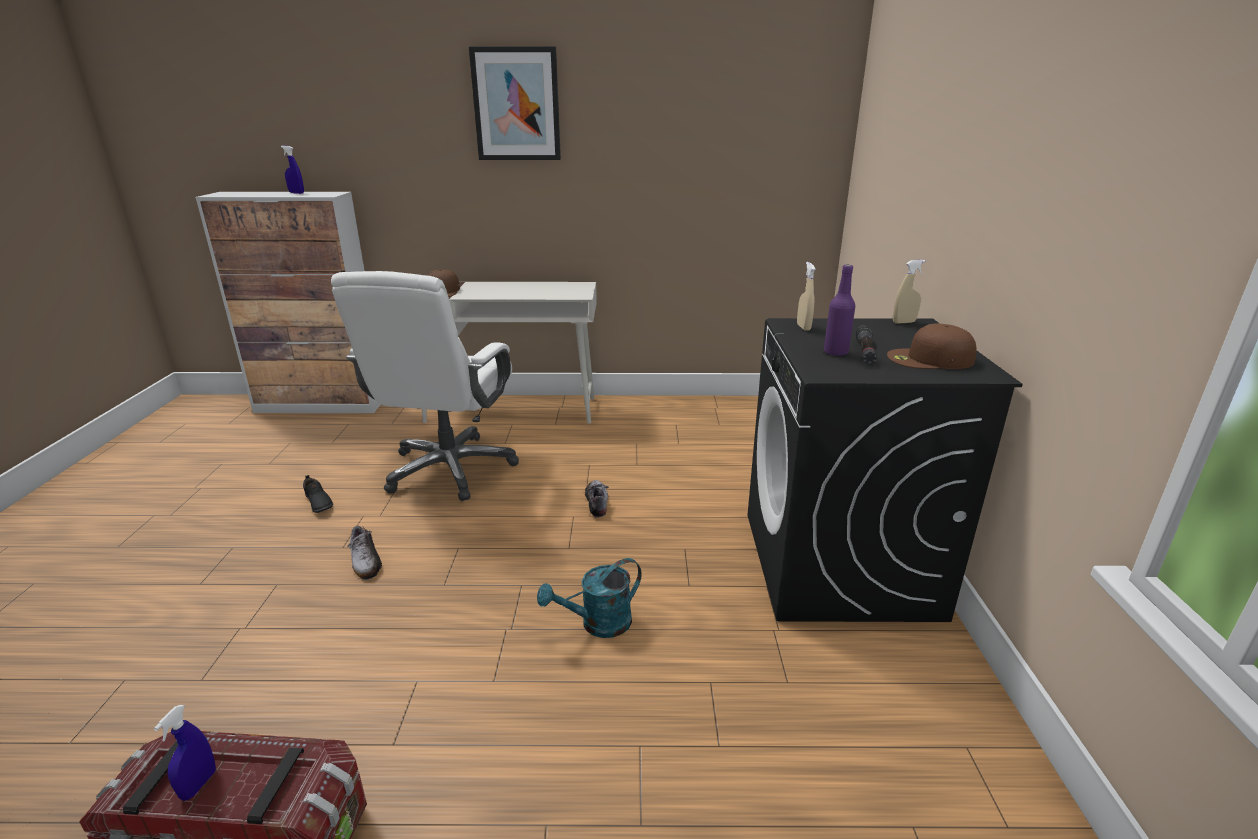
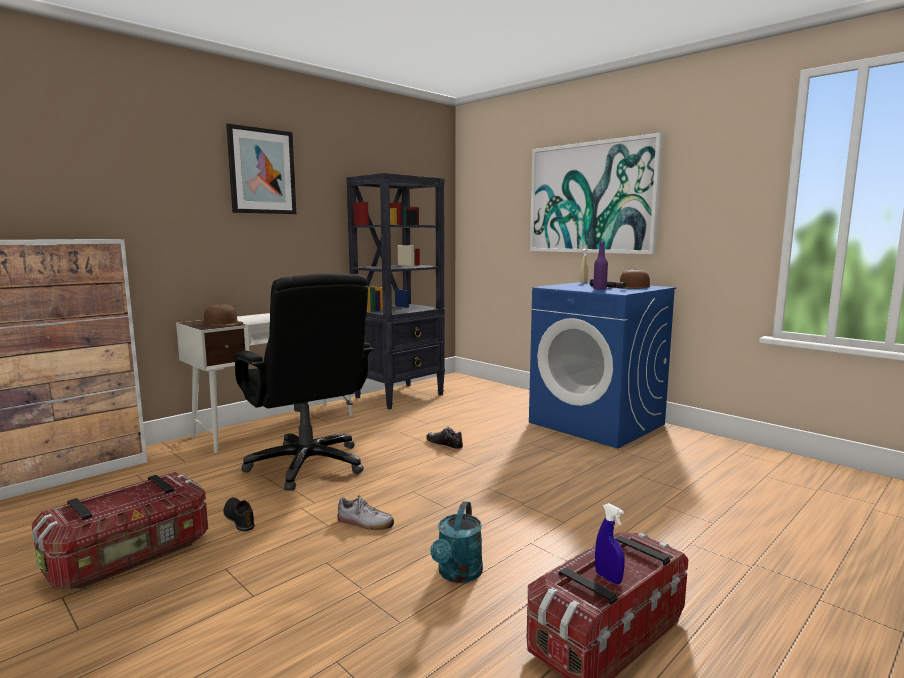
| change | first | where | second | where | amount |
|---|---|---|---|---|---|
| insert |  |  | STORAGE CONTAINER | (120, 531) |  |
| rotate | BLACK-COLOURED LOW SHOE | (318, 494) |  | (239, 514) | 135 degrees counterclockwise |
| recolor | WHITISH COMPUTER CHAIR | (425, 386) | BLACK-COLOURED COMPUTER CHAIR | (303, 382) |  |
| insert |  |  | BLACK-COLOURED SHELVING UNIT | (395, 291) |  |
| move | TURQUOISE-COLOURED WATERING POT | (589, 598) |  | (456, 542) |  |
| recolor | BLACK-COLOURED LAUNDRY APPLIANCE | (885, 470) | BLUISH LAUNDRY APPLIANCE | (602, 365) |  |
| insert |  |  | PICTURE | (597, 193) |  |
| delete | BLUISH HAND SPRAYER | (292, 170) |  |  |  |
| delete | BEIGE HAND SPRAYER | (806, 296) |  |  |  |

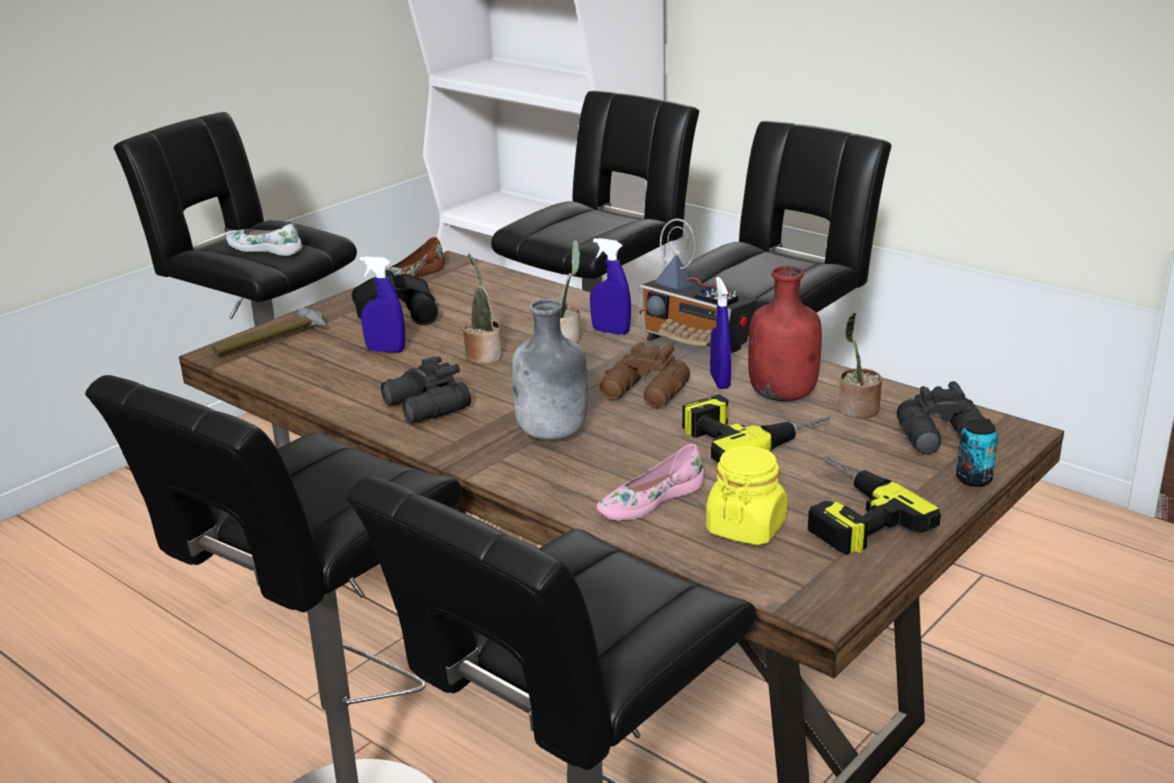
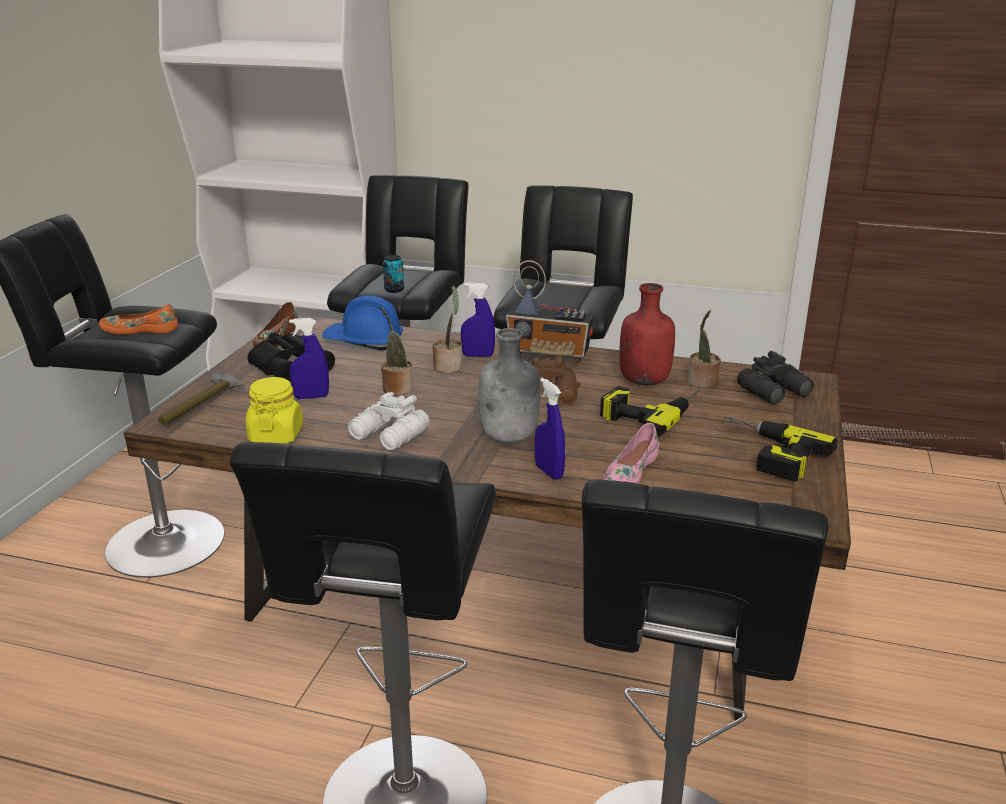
| change | first | where | second | where | amount |
|---|---|---|---|---|---|
| recolor | WHITISH LOW SHOE | (264, 239) | ORANGE-COLOURED LOW SHOE | (138, 319) |  |
| move | YELLOW PRESERVE JAR | (746, 495) |  | (274, 410) |  |
| insert |  |  | BLUISH HARD HAT | (362, 323) |  |
| recolor | BLACK-COLOURED FIELD GLASSES | (426, 390) | WHITISH FIELD GLASSES | (389, 421) |  |
| move | SEALED CAN | (977, 453) |  | (393, 274) |  |
| move | BLUISH HAND SPRAYER | (720, 333) |  | (550, 429) |  |

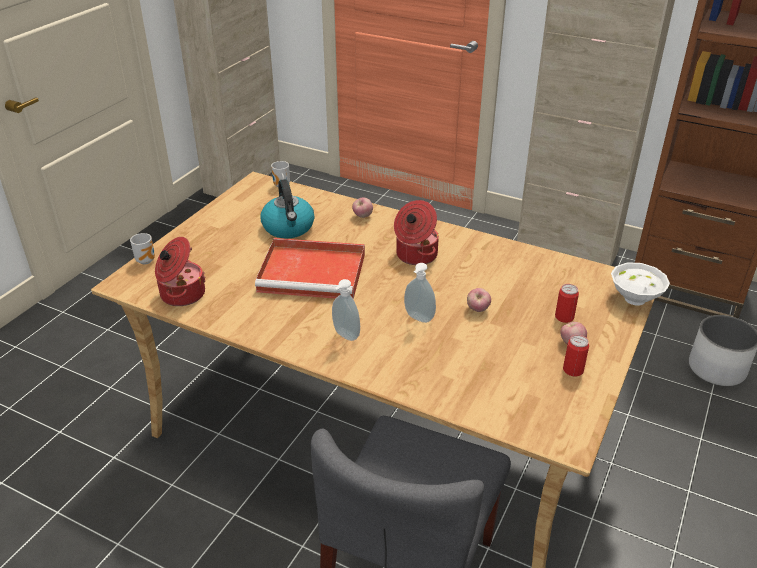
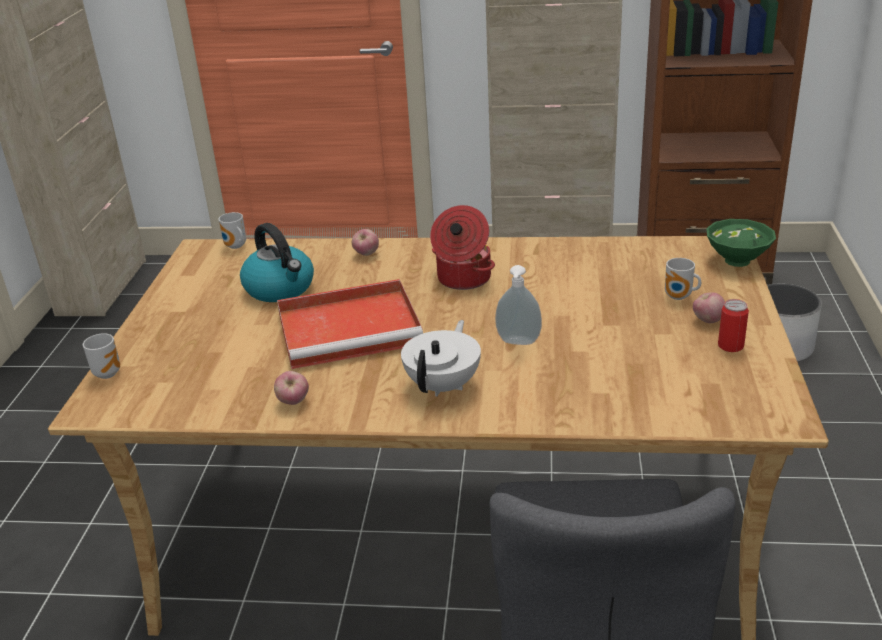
| change | first | where | second | where | amount |
|---|---|---|---|---|---|
| move | APPLE FRUIT | (479, 300) |  | (291, 388) |  |
| replace | SOAP BOTTLE | (346, 310) | WHITISH TEAPOT | (441, 358) |  |
| replace | SEALED CAN | (567, 303) | TEA MUG | (683, 279) |  |
| recolor | WHITISH SERVING BOWL | (640, 284) | GREEN-COLOURED SERVING BOWL | (741, 243) |  |
| delete | COOKING POT | (180, 271) |  |  |  |

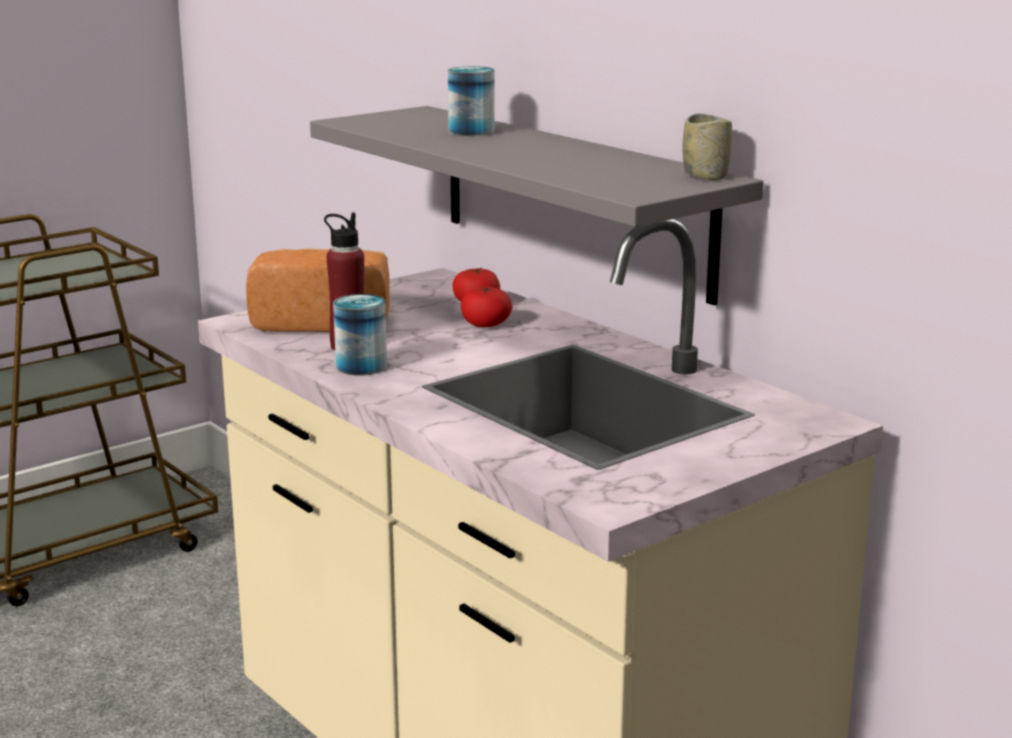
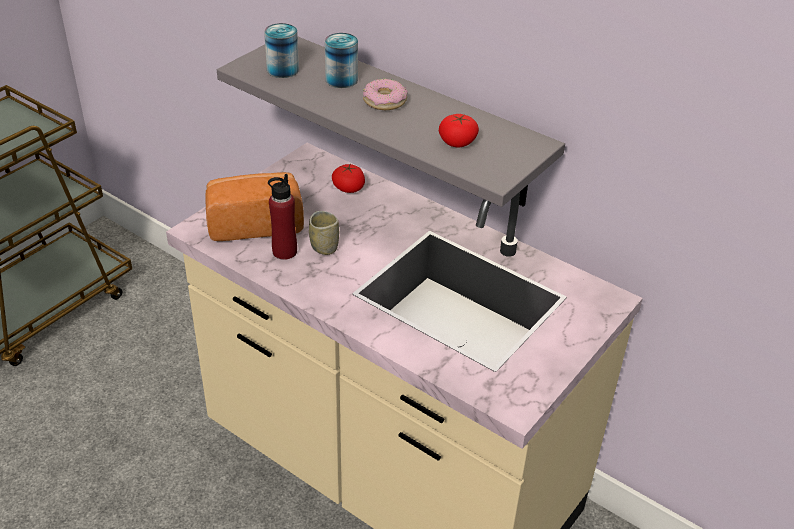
| change | first | where | second | where | amount |
|---|---|---|---|---|---|
| move | SEALED CAN | (360, 335) |  | (281, 50) |  |
| move | DRINKING CUP | (707, 146) |  | (324, 233) |  |
| insert |  |  | RING DOUGHNUT | (385, 94) |  |
| move | WHOLE TOMATO | (487, 307) |  | (459, 131) |  |

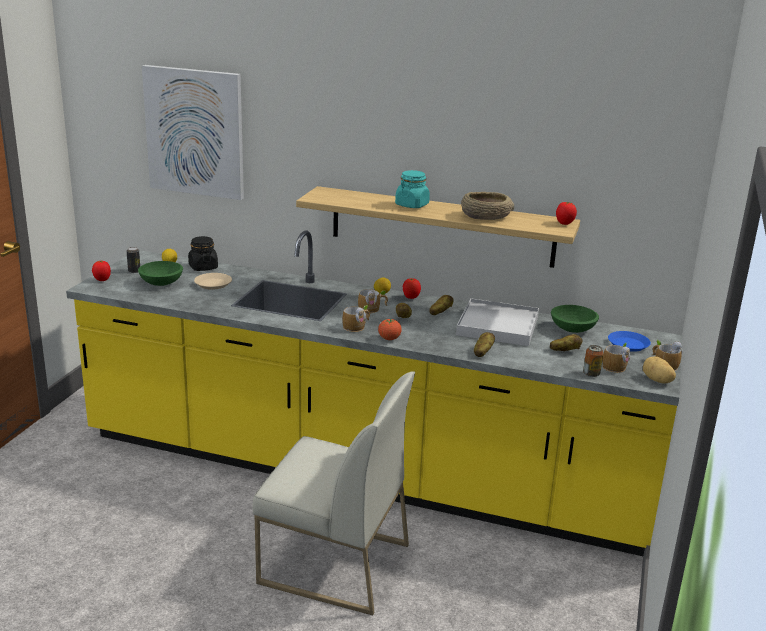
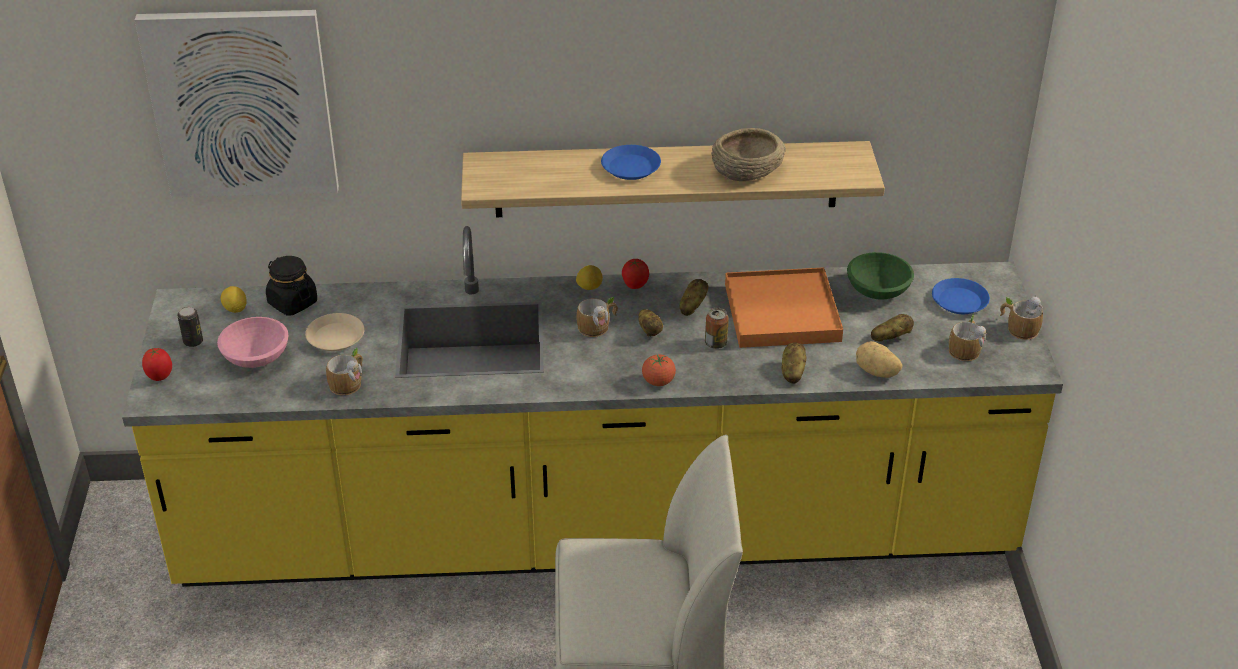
| change | first | where | second | where | amount |
|---|---|---|---|---|---|
| recolor | GREEN-COLOURED SERVING BOWL | (160, 273) | PINK-COLOURED SERVING BOWL | (253, 342) |  |
| move | TEA MUG | (356, 318) |  | (344, 371) |  |
| replace | TURQUOISE-COLOURED PRESERVE JAR | (412, 189) | BLUISH FLAT DISH | (631, 162) |  |
| move | SEALED CAN | (593, 361) |  | (717, 328) |  |
| recolor | WHITISH SERVING TRAY | (497, 322) | ORANGE-COLOURED SERVING TRAY | (784, 307) |  |
| move | SPUD | (659, 370) |  | (879, 359) |  |
| delete | WHOLE TOMATO | (566, 213) |  |  |  |

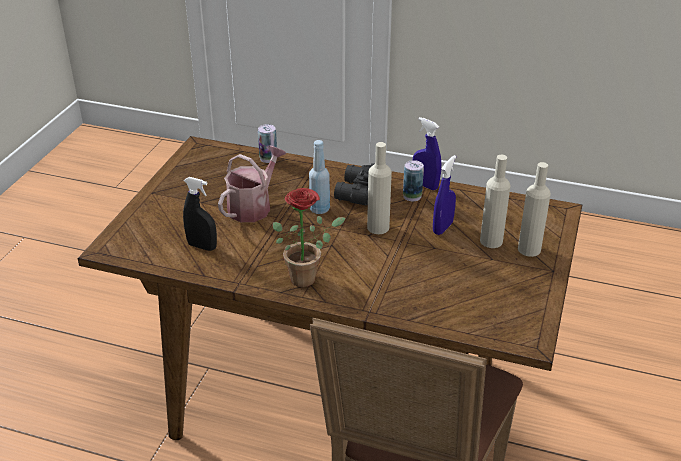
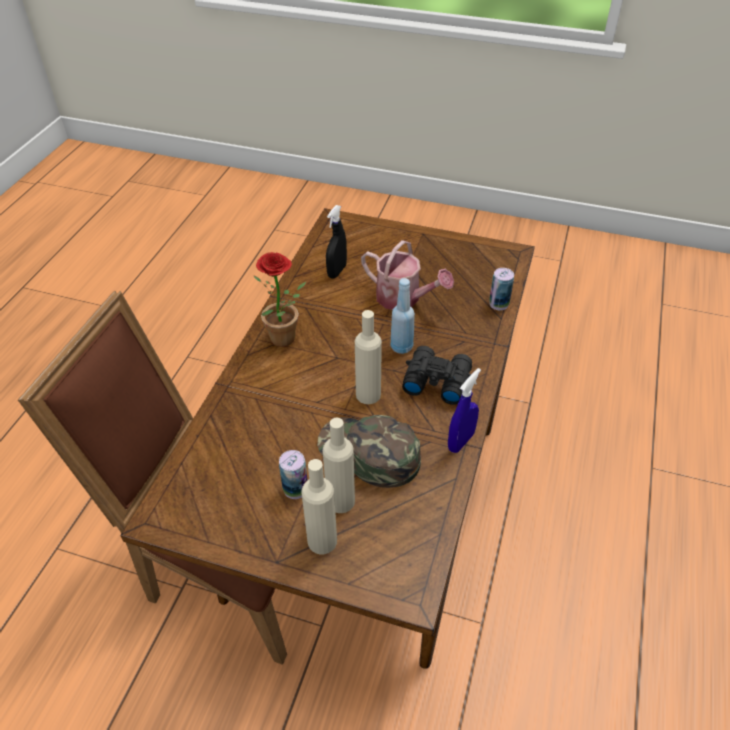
| change | first | where | second | where | amount |
|---|---|---|---|---|---|
| move | SEALED CAN | (413, 180) |  | (293, 474) |  |
| replace | BLUISH HAND SPRAYER | (444, 195) | GREEN-COLOURED PEAKED CAP | (369, 451) |  |

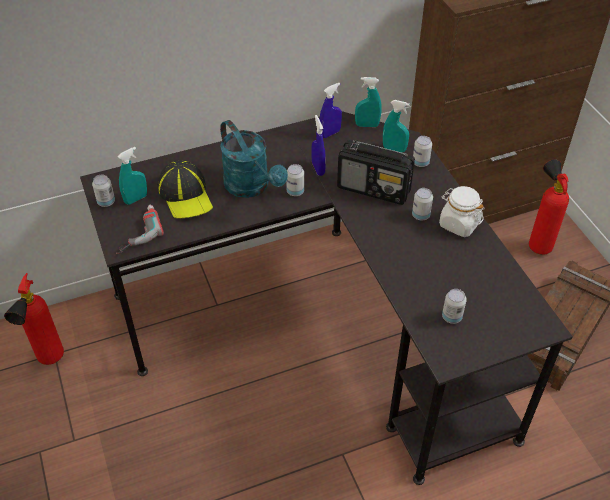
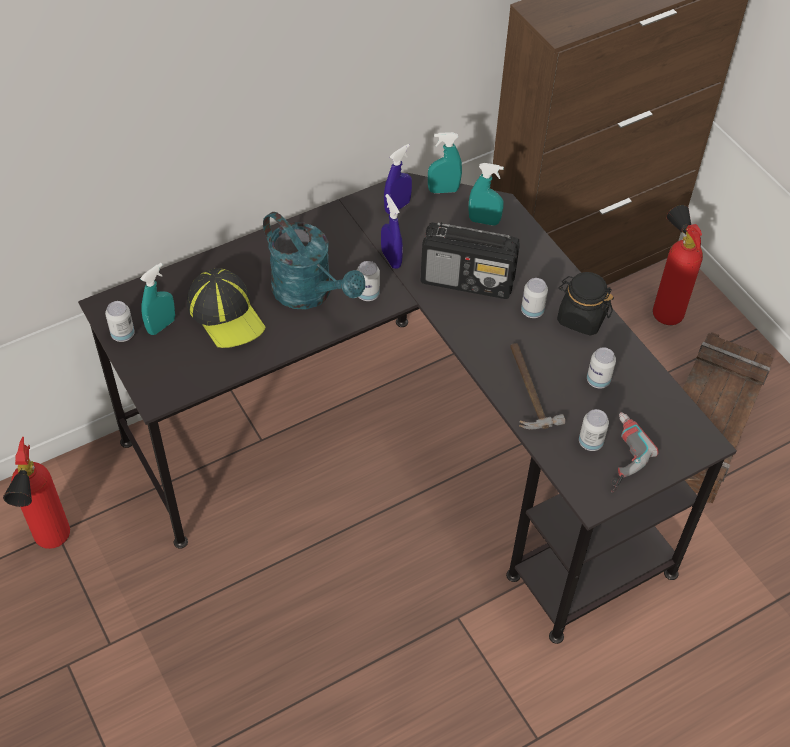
| change | first | where | second | where | amount |
|---|---|---|---|---|---|
| insert |  |  | HAND HAMMER | (537, 386) |  |
| recolor | WHITISH PRESERVE JAR | (462, 211) | BLACK-COLOURED PRESERVE JAR | (585, 304) |  |
| move | SEALED CAN | (422, 151) |  | (601, 368) |  |
| move | ELECTRIC DRILL | (140, 229) |  | (635, 452) |  |

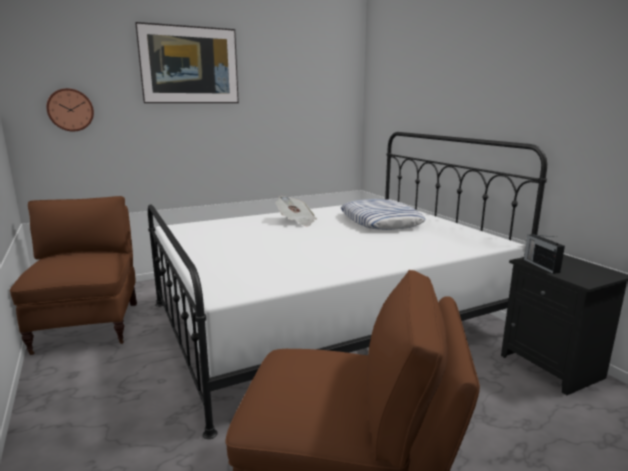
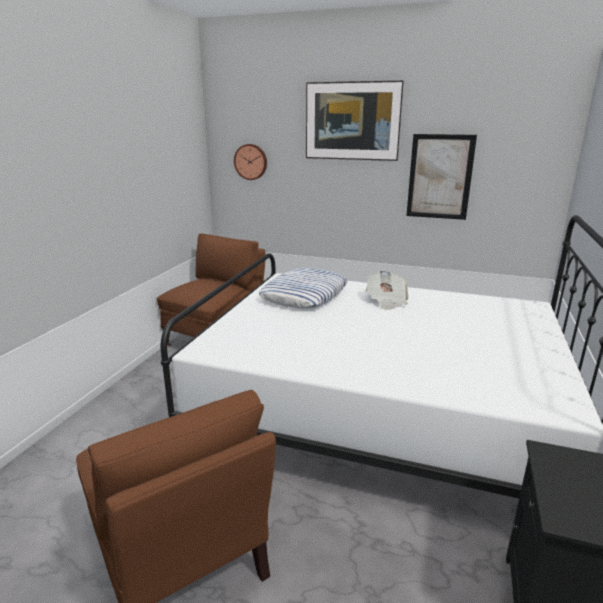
| change | first | where | second | where | amount |
|---|---|---|---|---|---|
| move | PILLOW | (383, 214) |  | (303, 288) |  |
| insert |  |  | PICTURE | (442, 177) |  |
| delete | RADIO | (544, 254) |  |  |  |

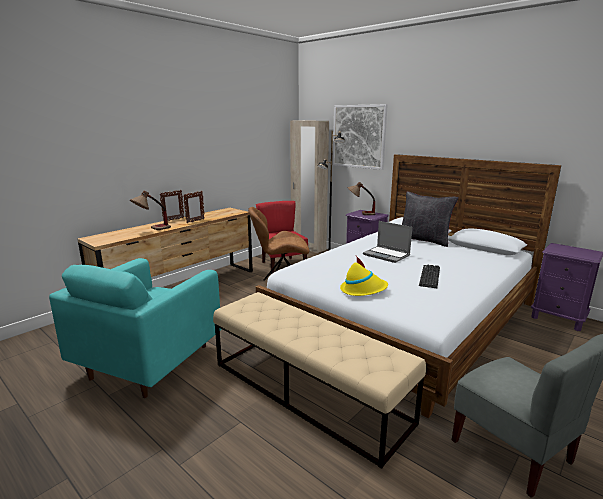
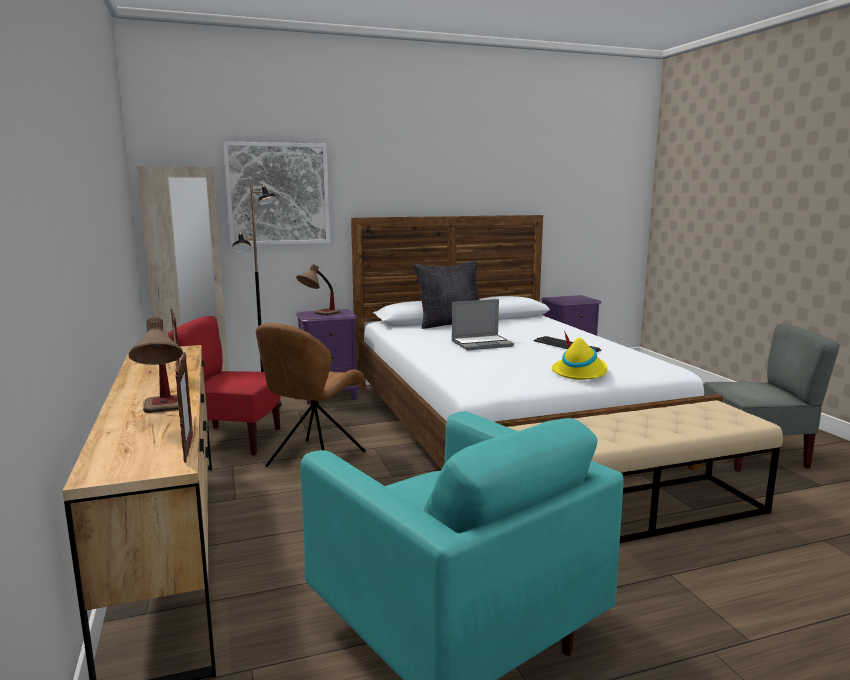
| change | first | where | second | where | amount |
|---|---|---|---|---|---|
| move | PHOTO FRAME | (171, 205) |  | (184, 407) |  |

